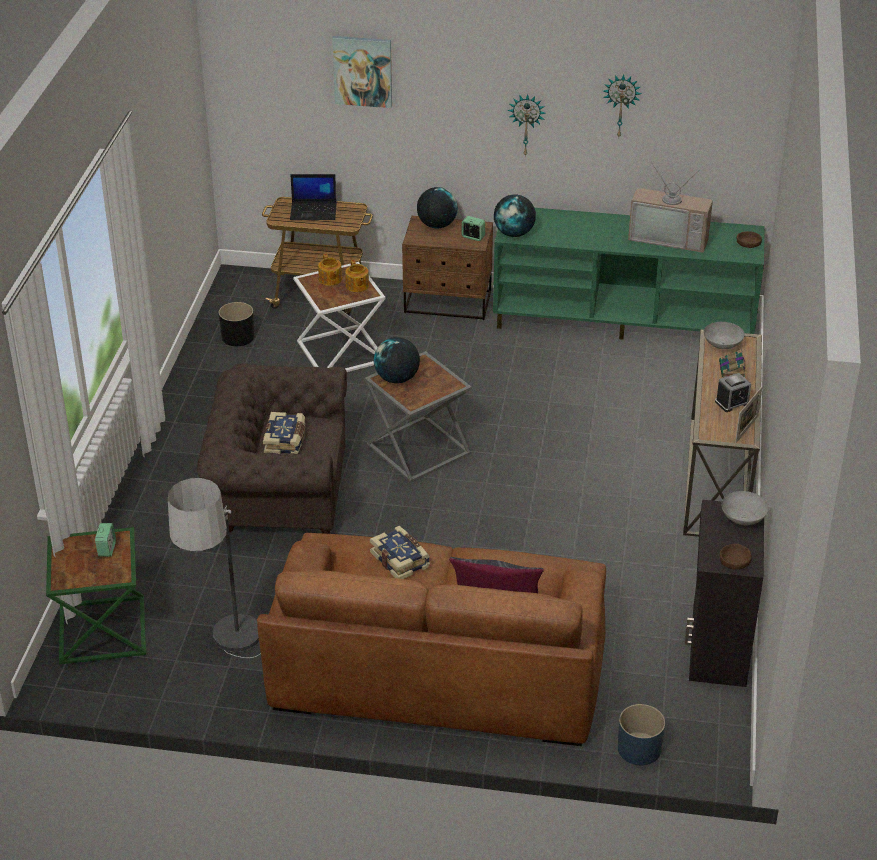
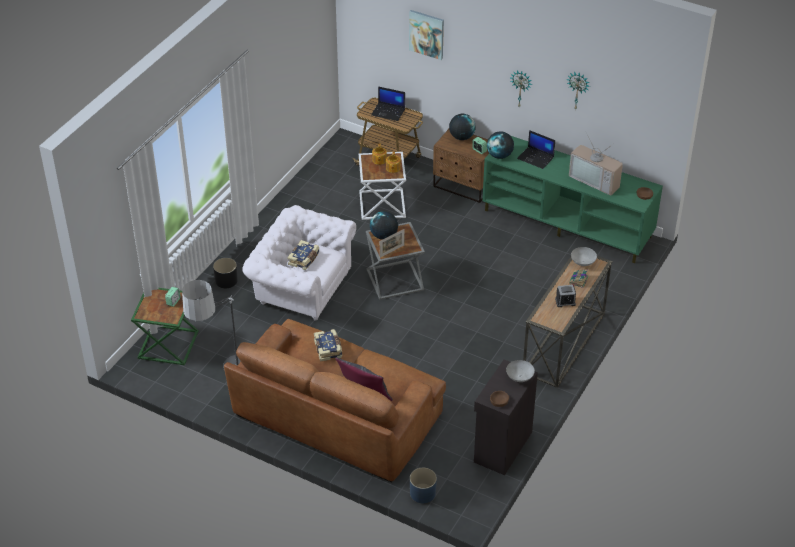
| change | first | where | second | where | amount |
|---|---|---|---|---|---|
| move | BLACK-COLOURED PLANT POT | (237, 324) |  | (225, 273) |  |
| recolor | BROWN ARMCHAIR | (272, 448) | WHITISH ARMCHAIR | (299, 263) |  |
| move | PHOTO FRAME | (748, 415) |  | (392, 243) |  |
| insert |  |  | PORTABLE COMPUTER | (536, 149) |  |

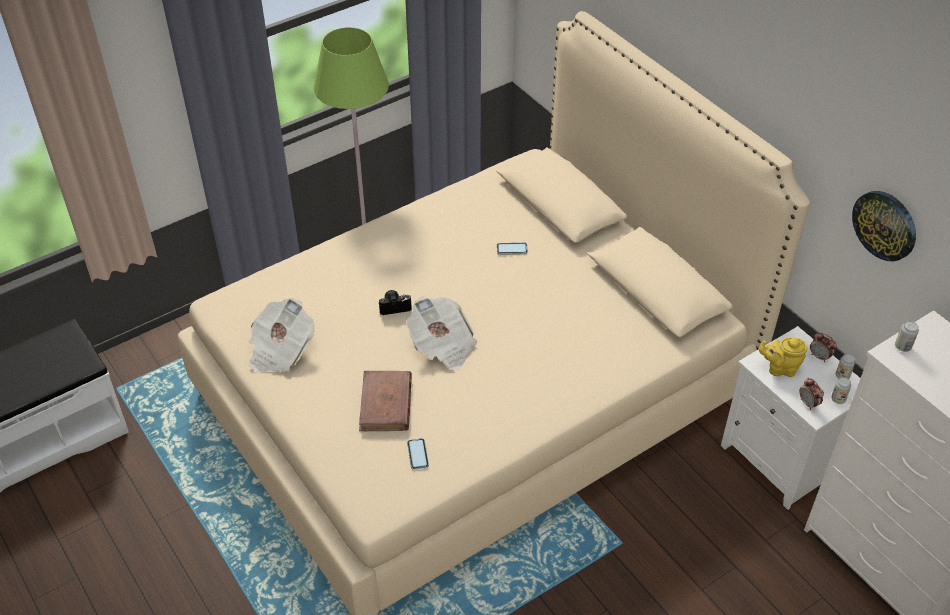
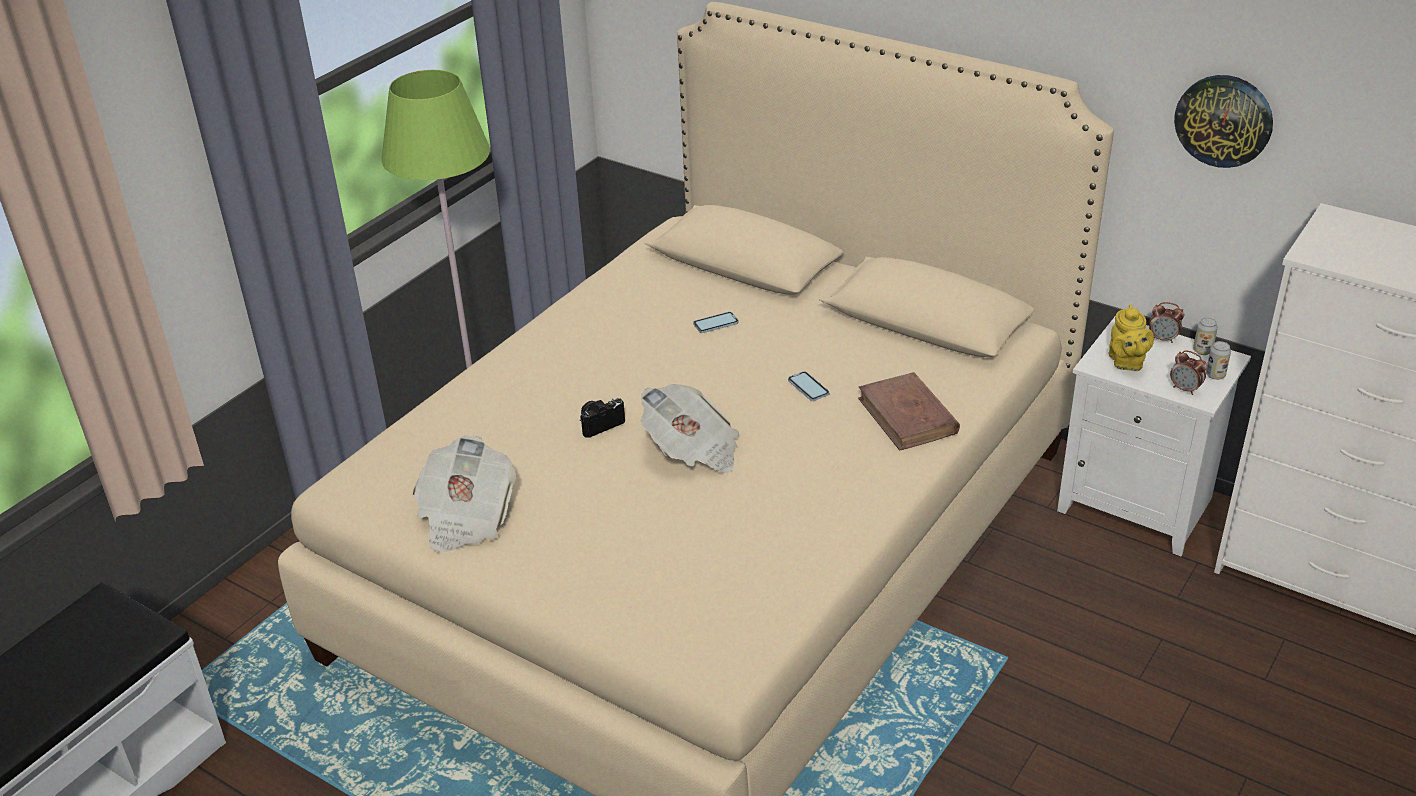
| change | first | where | second | where | amount |
|---|---|---|---|---|---|
| move | HANDSET | (418, 454) |  | (808, 386) |  |
| move | BROWN BOOK | (385, 401) |  | (909, 411) |  |
| rotate | YELLOW TEAPOT | (783, 357) |  | (1131, 337) | 75 degrees counterclockwise |
| delete | SEALED CAN | (907, 336) |  |  |  |

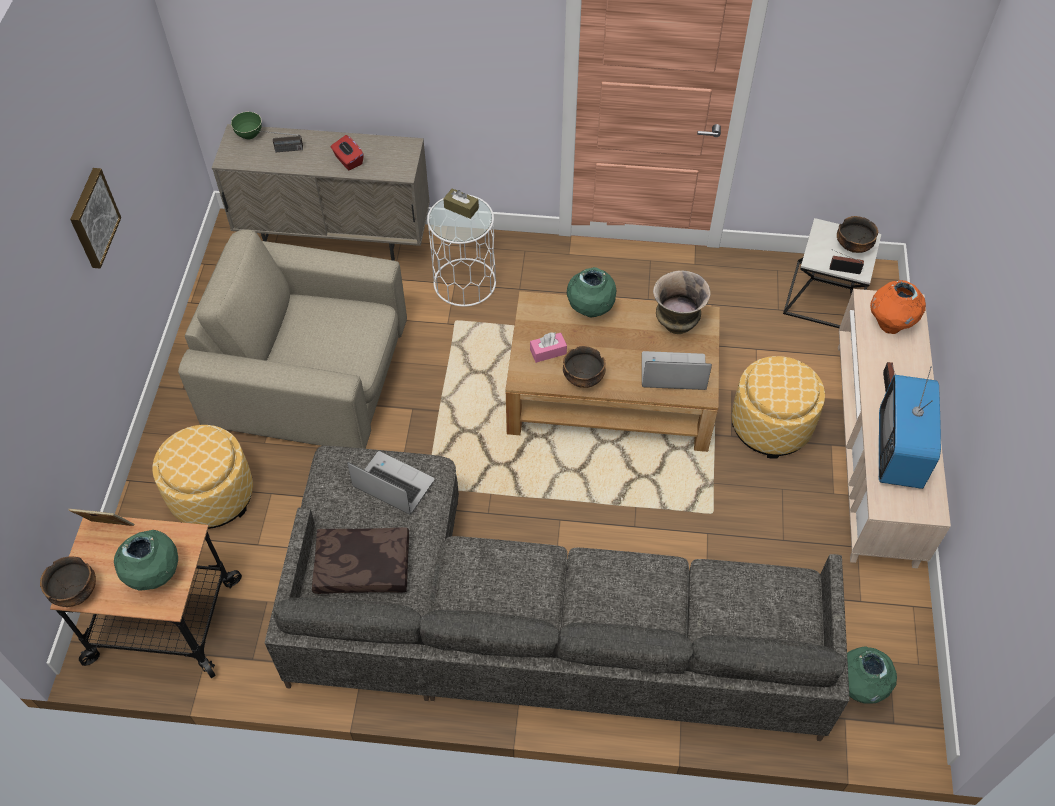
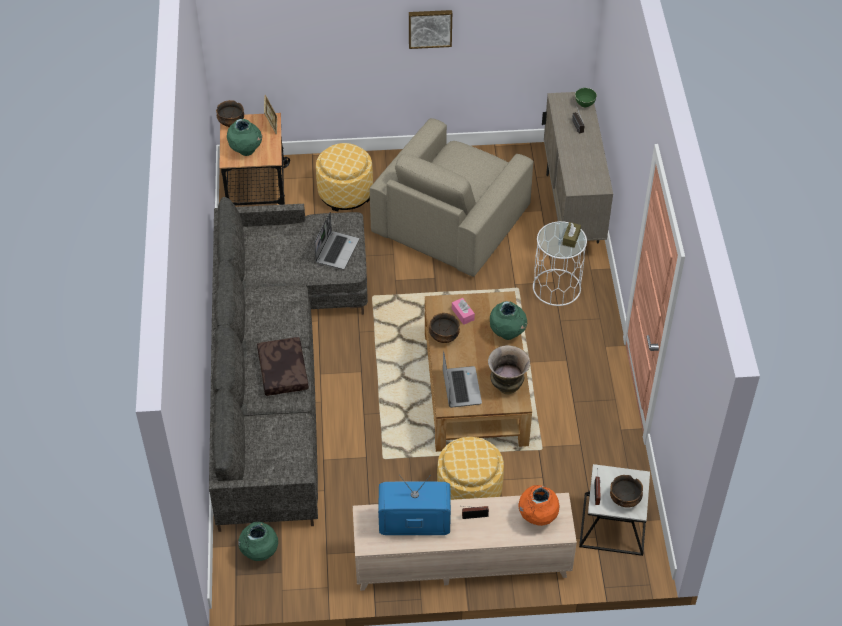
| change | first | where | second | where | amount |
|---|---|---|---|---|---|
| move | BROWN PILLOW | (360, 560) |  | (283, 366) |  |
| rotate | BEIGE ARMCHAIR | (292, 339) |  | (451, 197) | 150 degrees counterclockwise |
| delete | REDDISH BOX OF TISSUES | (347, 152) |  |  |  |

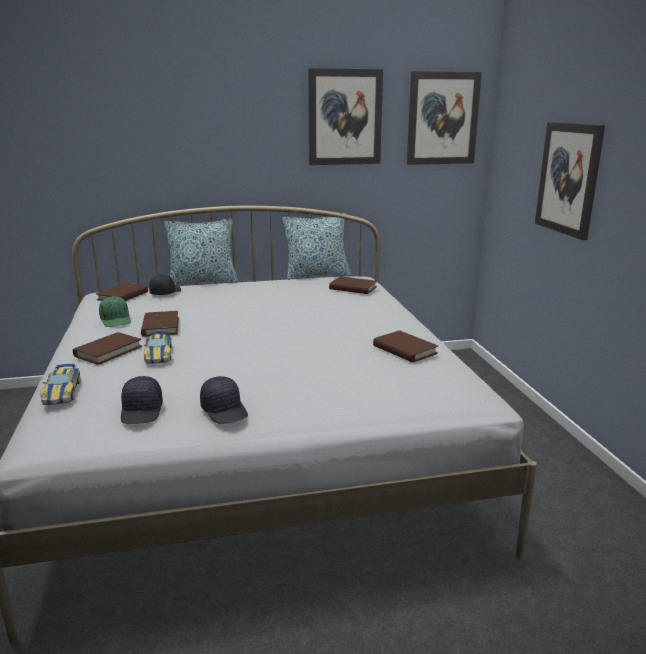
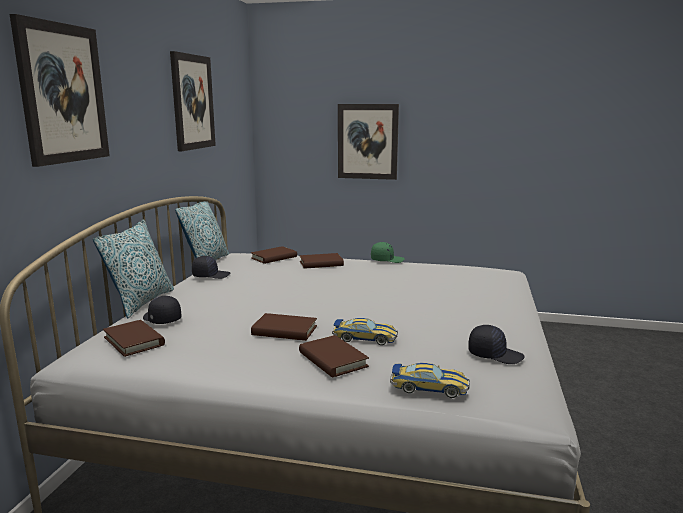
| change | first | where | second | where | amount |
|---|---|---|---|---|---|
| move | PICTURE | (444, 118) |  | (60, 90) |  |
| move | BLACK-COLOURED PEAKED CAP | (224, 400) |  | (211, 267) |  |
| move | BROWN BOOK | (405, 346) |  | (322, 261) |  |
| move | GREEN-COLOURED PEAKED CAP | (115, 311) |  | (388, 252) |  |

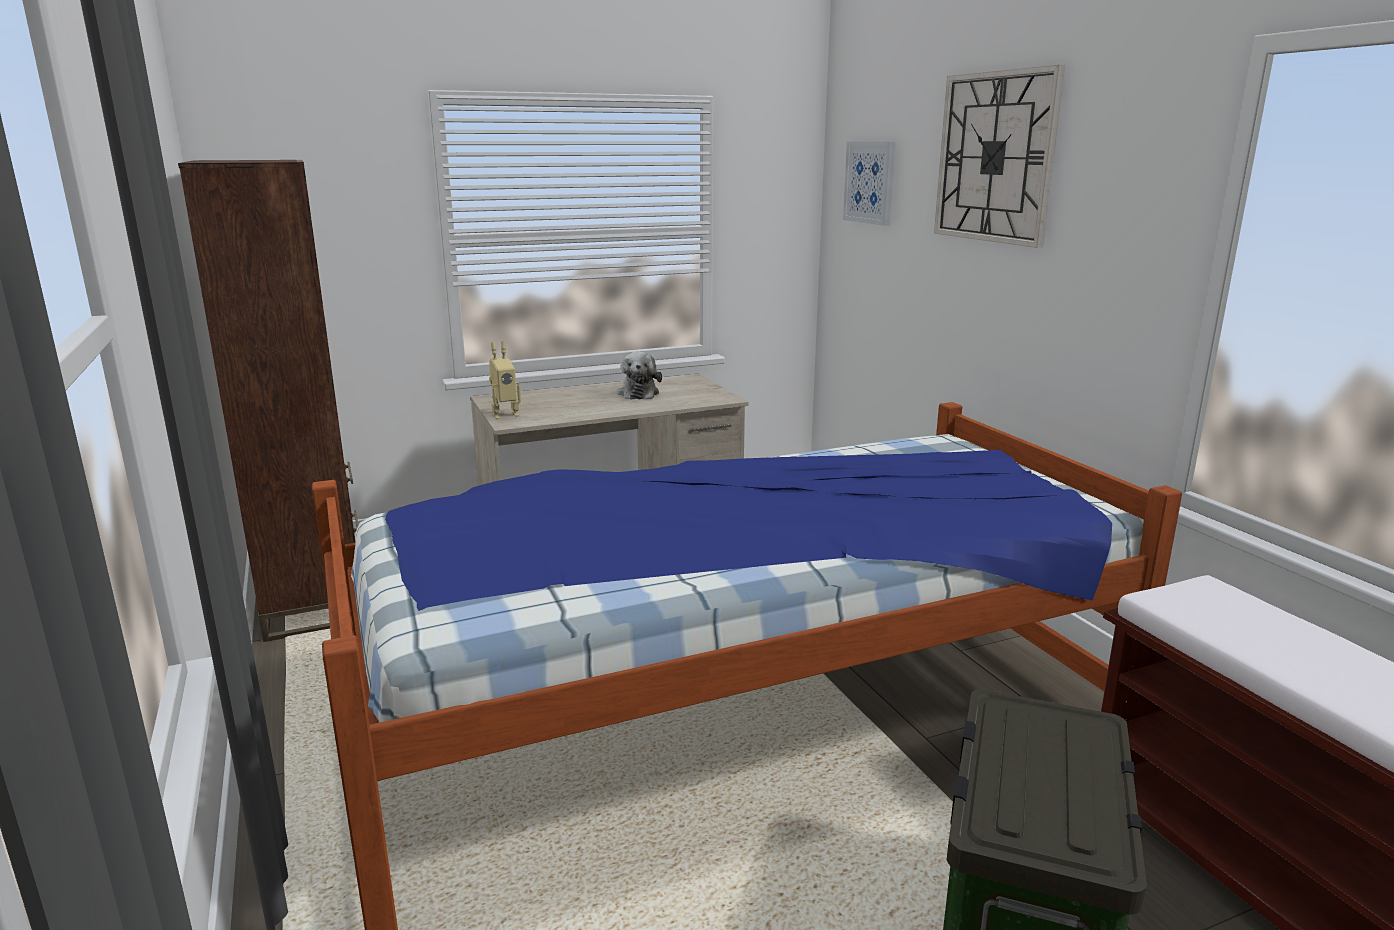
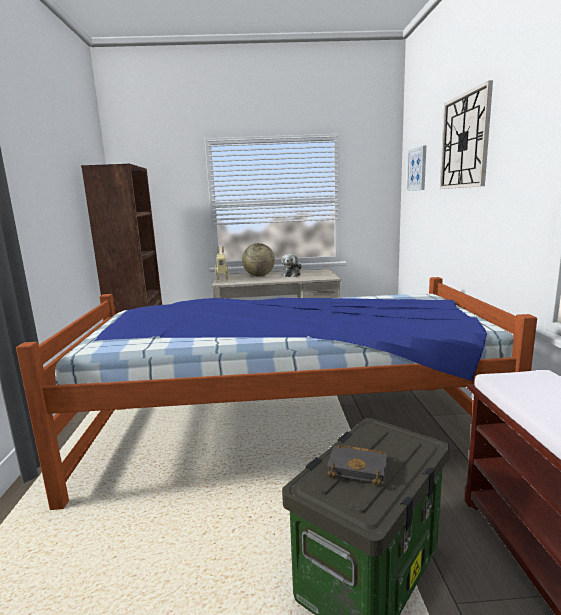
| change | first | where | second | where | amount |
|---|---|---|---|---|---|
| insert |  |  | WORLD GLOBE | (258, 259) |  |
| insert |  |  | BLACK-COLOURED BOOK | (357, 464) |  |

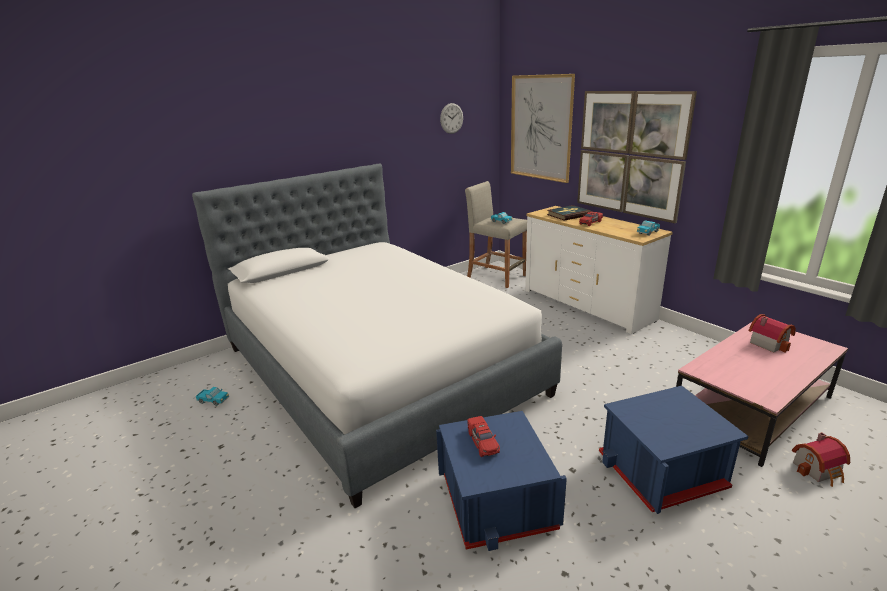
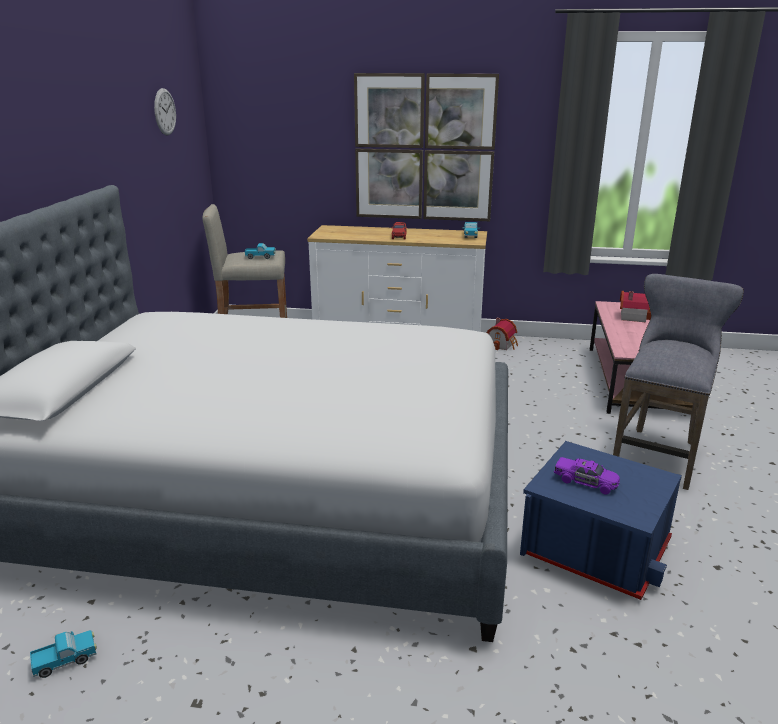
| change | first | where | second | where | amount |
|---|---|---|---|---|---|
| move | MODEL HOUSE | (821, 459) |  | (502, 334) |  |
| recolor | REDDISH MODEL CAR | (483, 436) | PURPLE-COLOURED MODEL CAR | (587, 476) |  |
| replace | BLUISH STORAGE CONTAINER | (674, 450) | GREY STOOL | (678, 382) |  |
| delete | PICTURE | (543, 128) |  |  |  |
| delete | BOOK | (569, 213) |  |  |  |

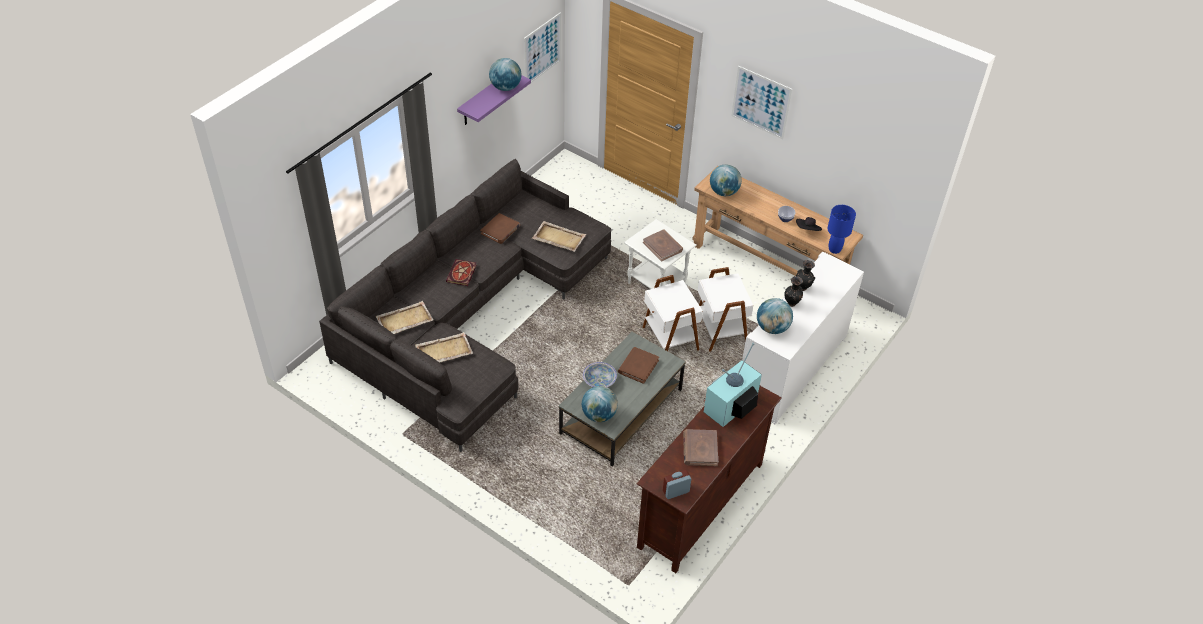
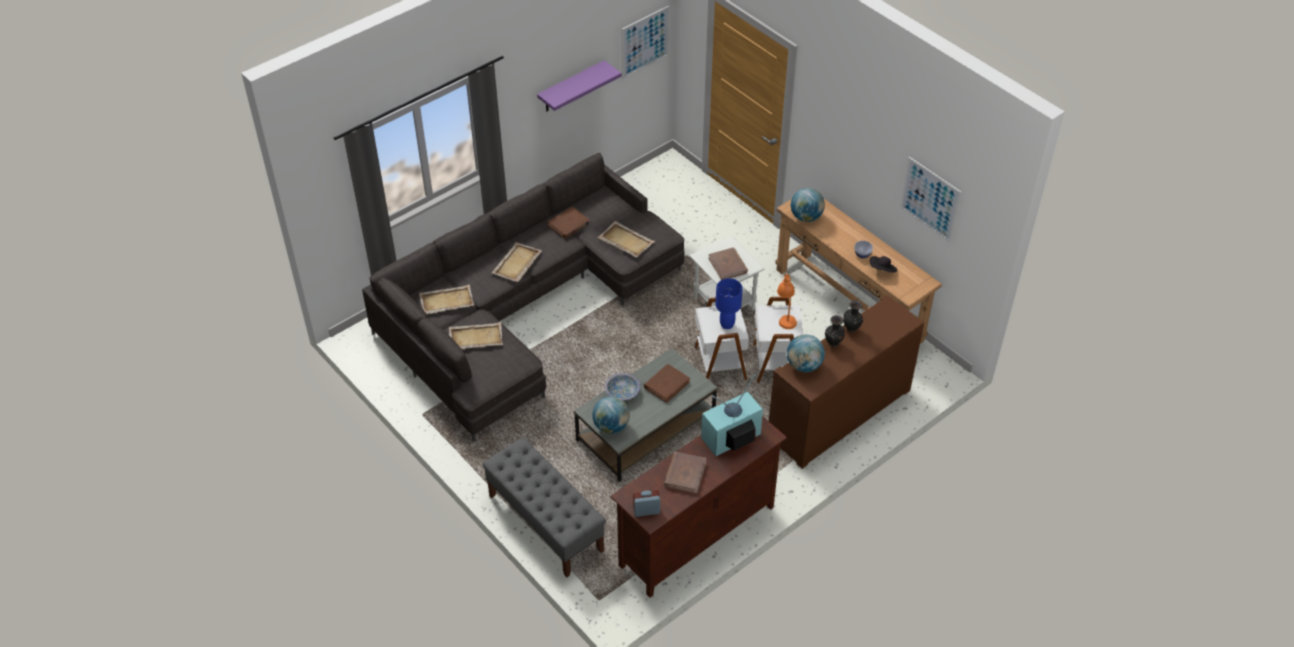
| change | first | where | second | where | amount |
|---|---|---|---|---|---|
| insert |  |  | GREY LONG SEAT | (544, 507) |  |
| replace | BOOK | (461, 272) | BEIGE SERVING TRAY | (517, 262) |  |
| move | BLUISH TABLE LAMP | (841, 229) |  | (729, 303) |  |
| recolor | WHITISH CUPBOARD | (803, 338) | BROWN CUPBOARD | (846, 382) |  |
| insert |  |  | ORANGE-COLOURED TABLE LAMP | (787, 301) |  |
| move | PICTURE | (761, 102) |  | (930, 200) |  |
| delete | WORLD GLOBE | (505, 74) |  |  |  |

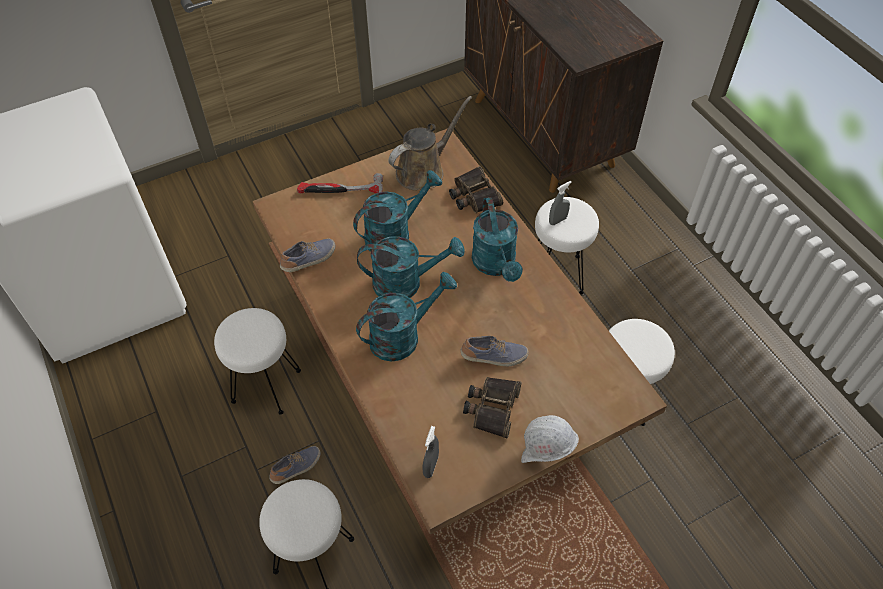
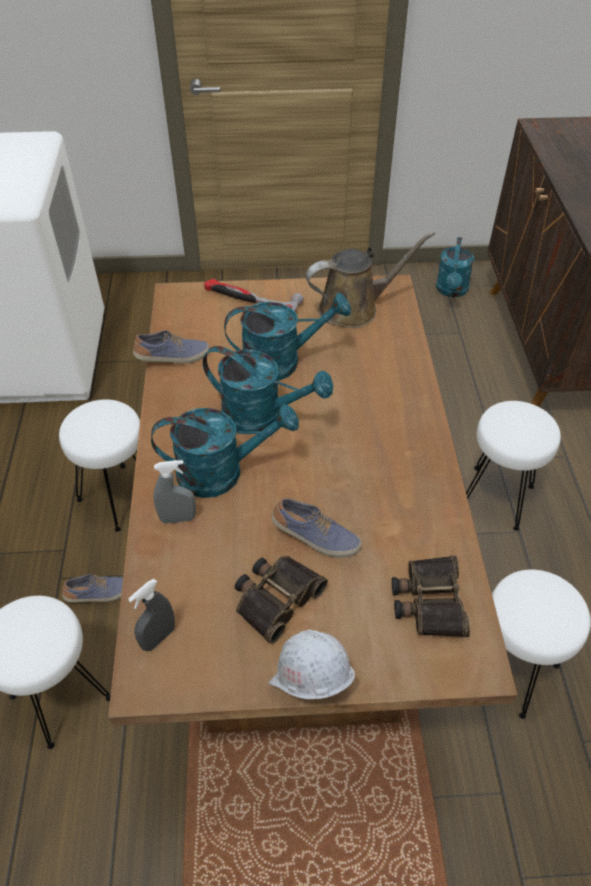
| change | first | where | second | where | amount |
|---|---|---|---|---|---|
| move | GREY HAND SPRAYER | (560, 203) |  | (174, 492) |  |
| move | FIELD GLASSES | (476, 189) |  | (431, 596) |  |
| move | TURQUOISE-COLOURED WATERING POT | (497, 239) |  | (455, 267) |  |

